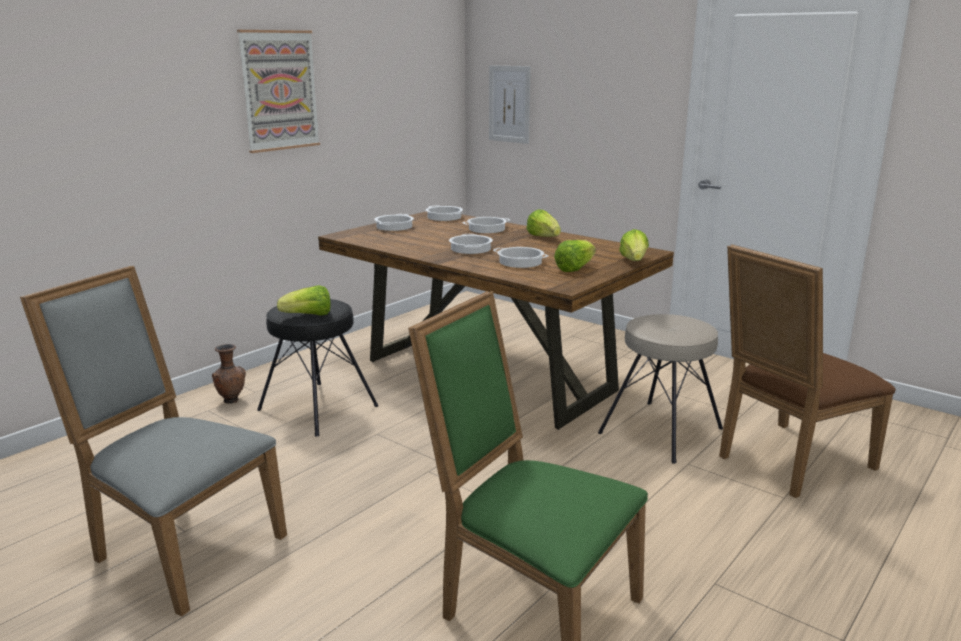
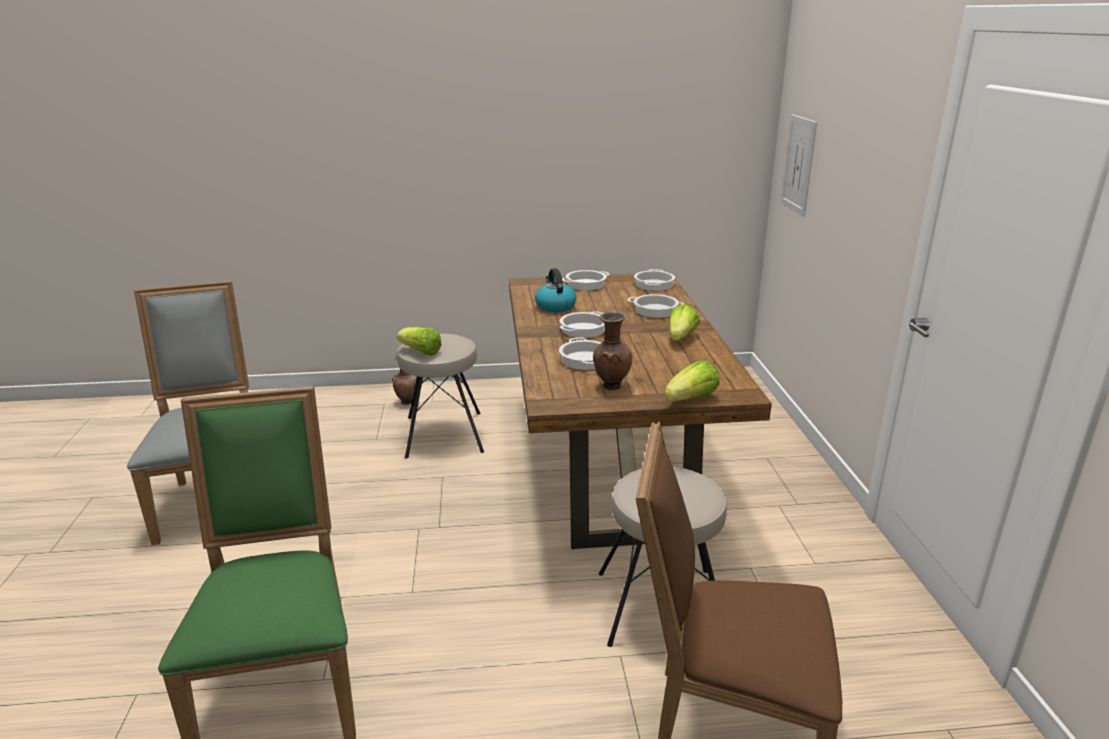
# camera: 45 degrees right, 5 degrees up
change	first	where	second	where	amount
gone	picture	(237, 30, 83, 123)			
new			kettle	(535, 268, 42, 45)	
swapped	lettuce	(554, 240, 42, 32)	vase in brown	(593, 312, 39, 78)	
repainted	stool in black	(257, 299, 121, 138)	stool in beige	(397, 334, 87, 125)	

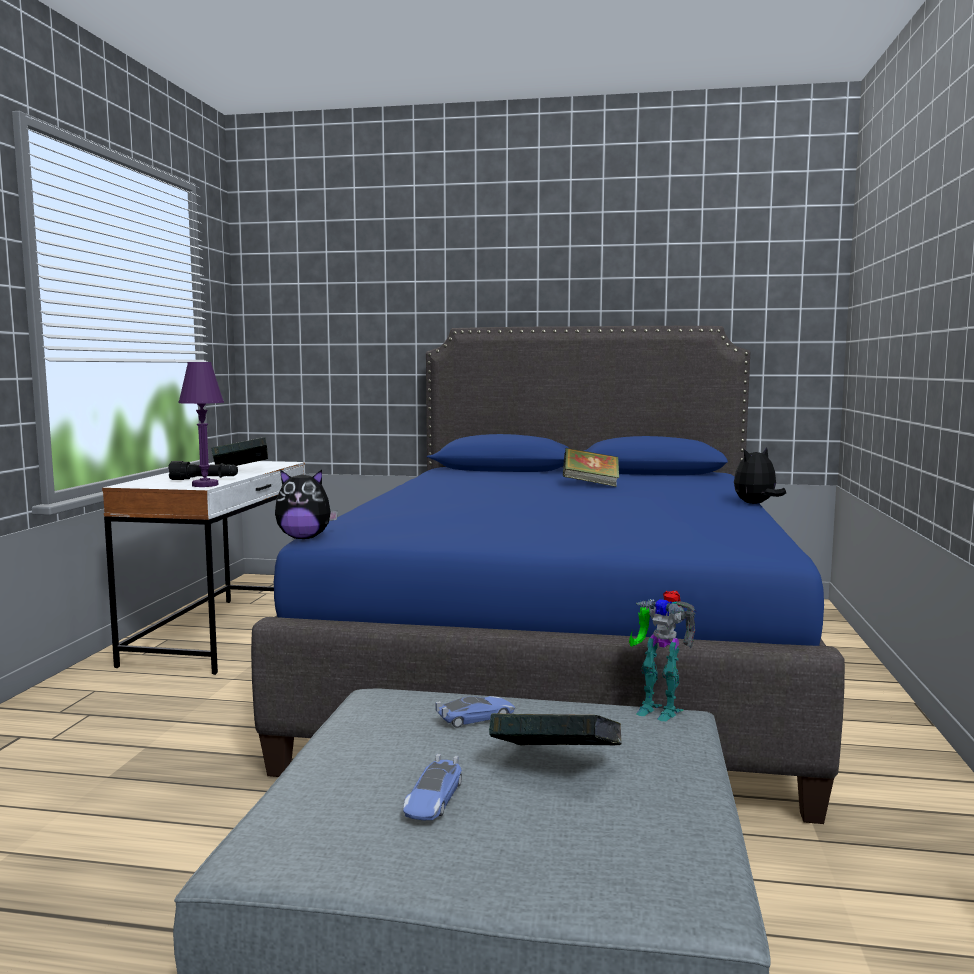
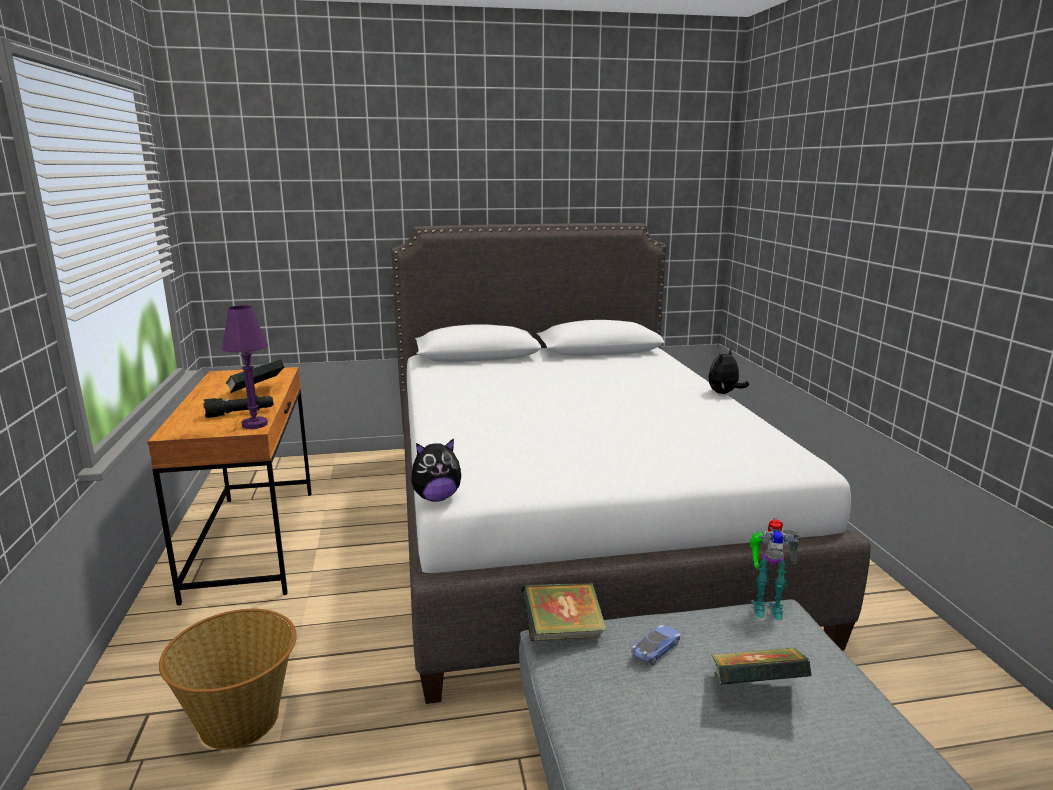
# camera: 20 degrees left, 10 degrees up
change	first	where	second	where	amount
gone	toy car	(403, 754, 59, 66)			
new			basket	(159, 609, 138, 141)	
shifted	book	(563, 448, 56, 39)		(521, 583, 86, 58)	
repainted	desk in white	(102, 461, 203, 214)	desk in brown	(147, 367, 165, 238)	
repainted	bed in blue	(251, 326, 594, 498)	bed in white	(391, 223, 480, 481)	

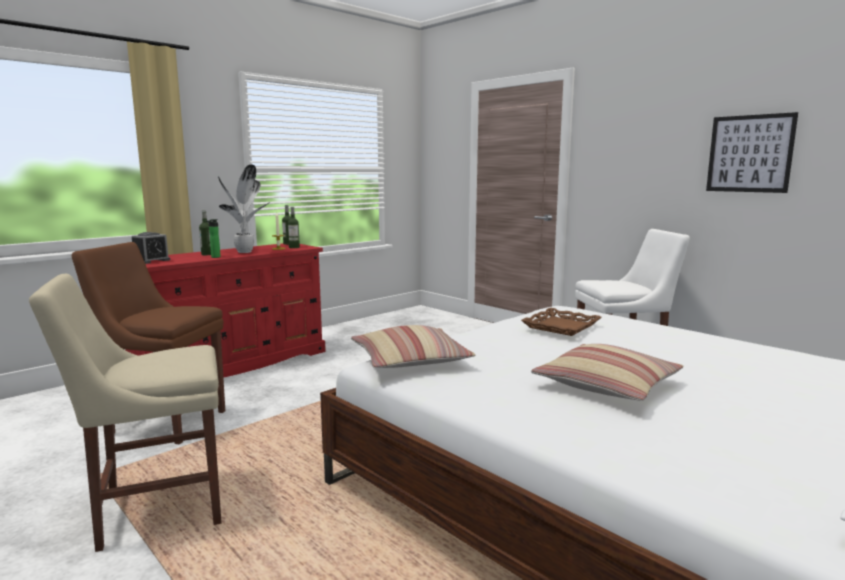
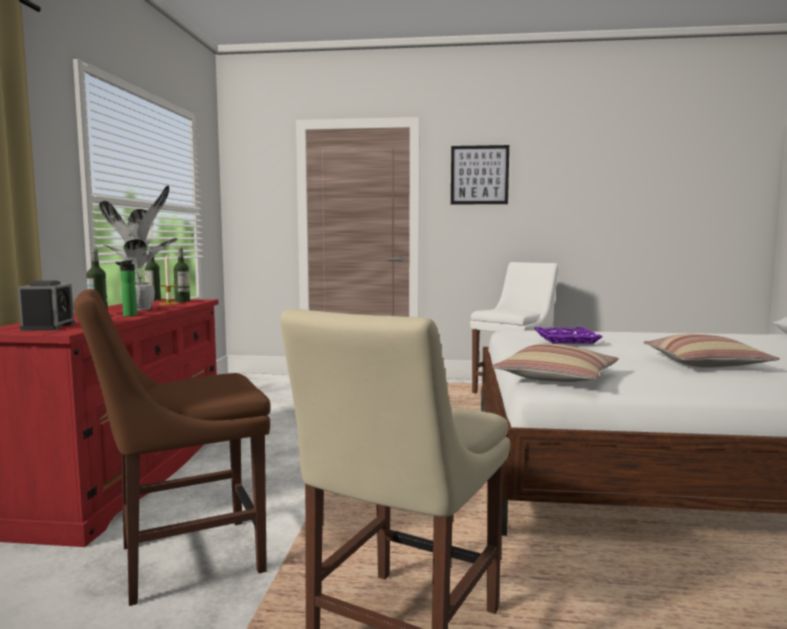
# camera: 40 degrees left, 5 degrees down
change	first	where	second	where	amount
shifted	picture	(706, 112, 92, 81)		(451, 145, 58, 60)	
repainted	tray in brown	(521, 308, 81, 28)	tray in purple	(534, 327, 69, 16)	

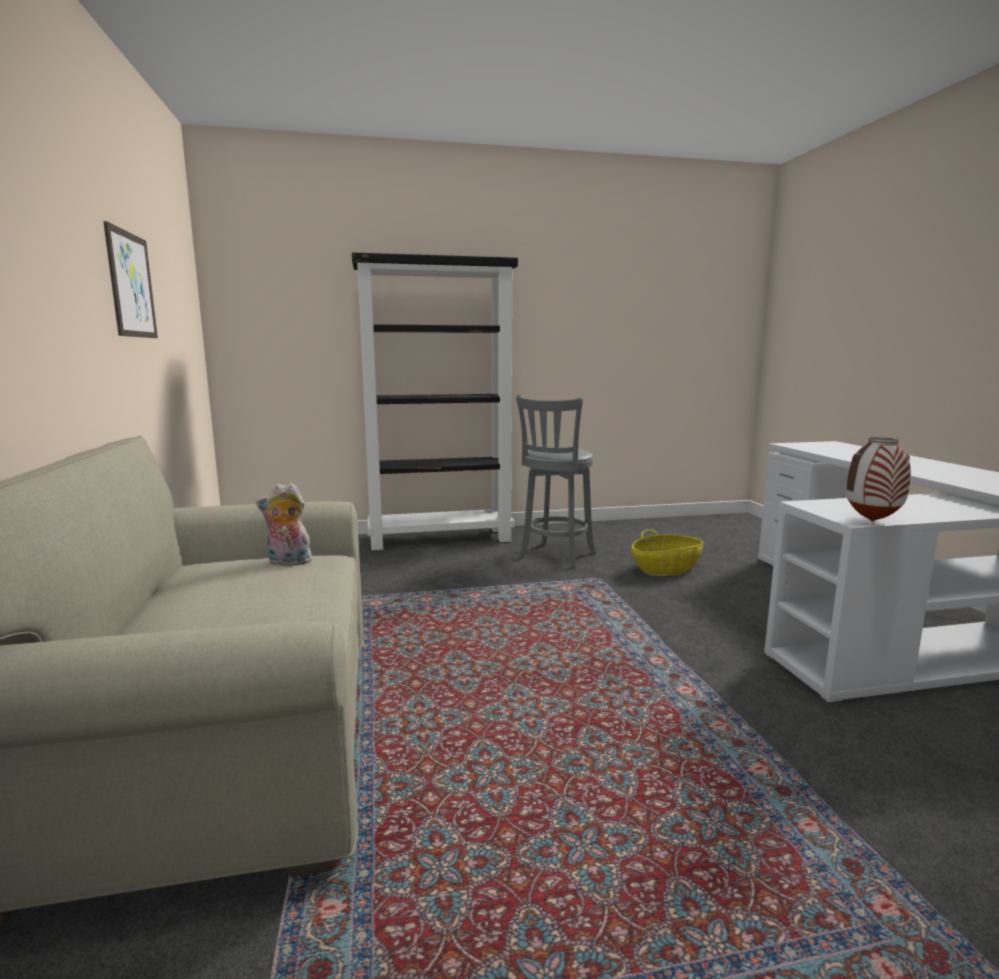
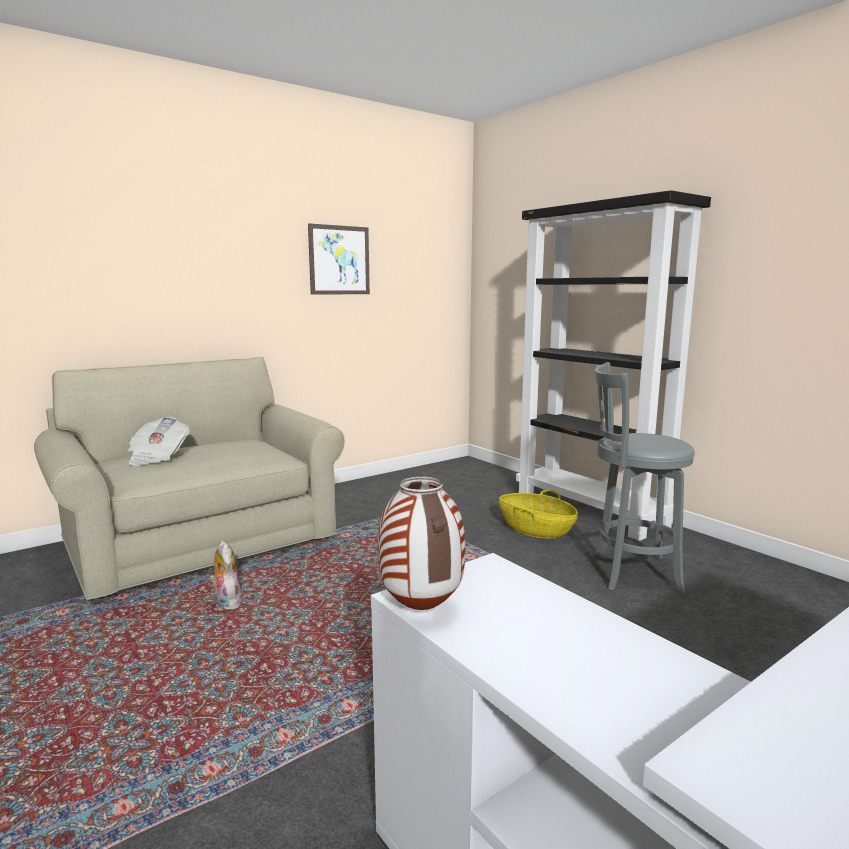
# camera: 65 degrees right, 0 degrees up
change	first	where	second	where	amount
new			newspaper	(127, 417, 63, 49)	
shifted	plush toy	(256, 483, 56, 82)		(209, 541, 33, 69)	
shifted	basket	(631, 530, 72, 46)		(499, 489, 79, 49)	

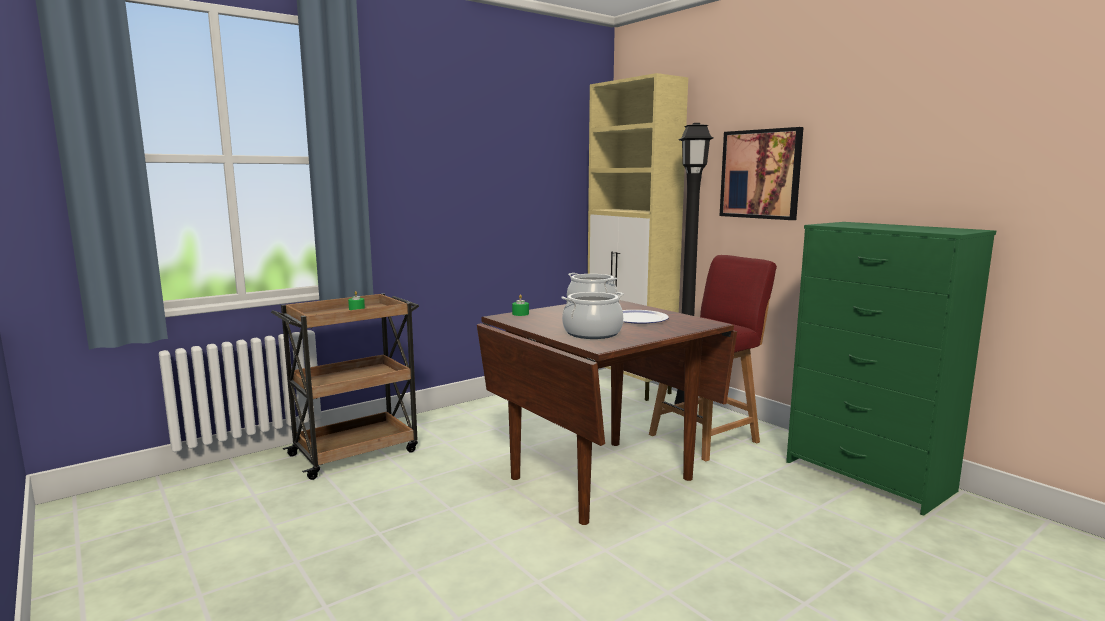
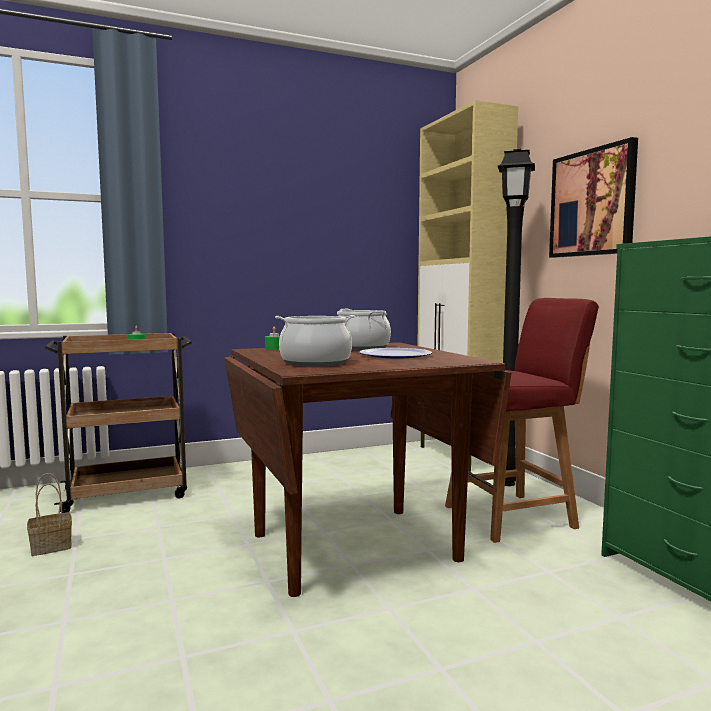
# camera: 15 degrees right, 5 degrees down
change	first	where	second	where	amount
new			basket	(27, 473, 45, 83)	

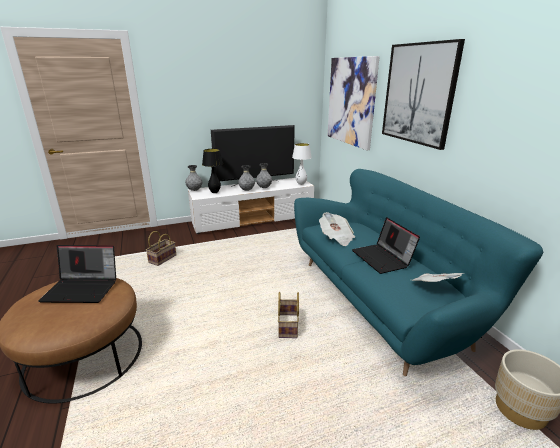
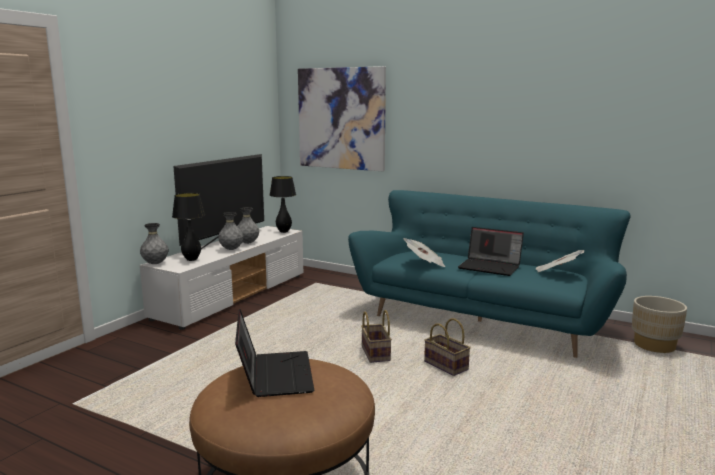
# camera: 40 degrees left, 10 degrees down
change	first	where	second	where	amount
gone	picture	(382, 39, 83, 111)			
shifted	basket	(146, 231, 30, 35)		(361, 310, 31, 53)	
repainted	table lamp in white	(292, 143, 20, 42)	table lamp in black	(270, 176, 26, 57)	
rotated	laptop	(38, 245, 78, 58)		(235, 309, 79, 88)	60 degrees counterclockwise

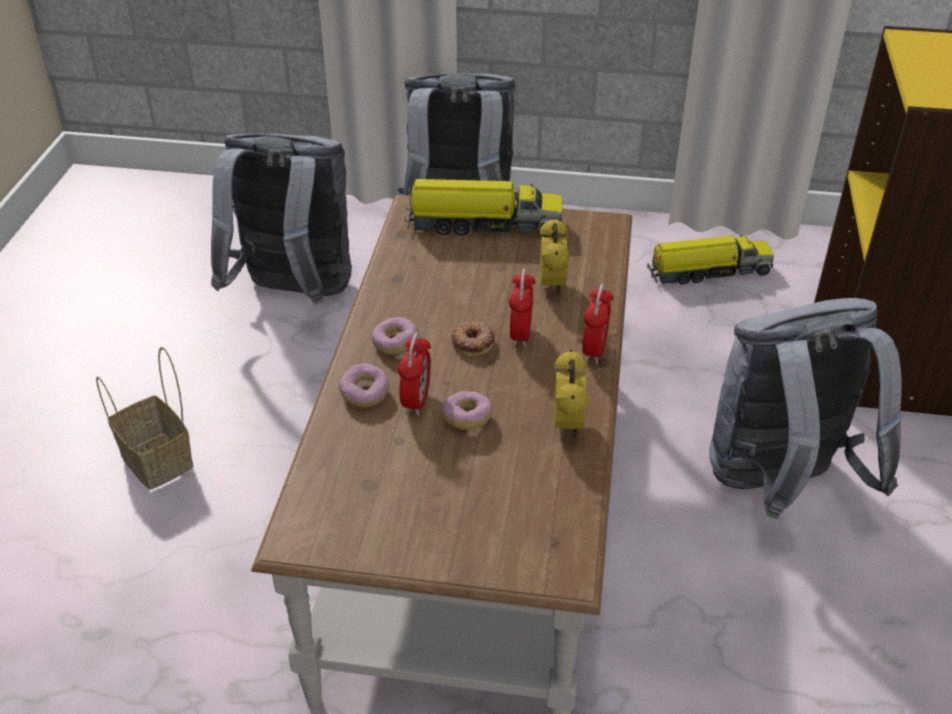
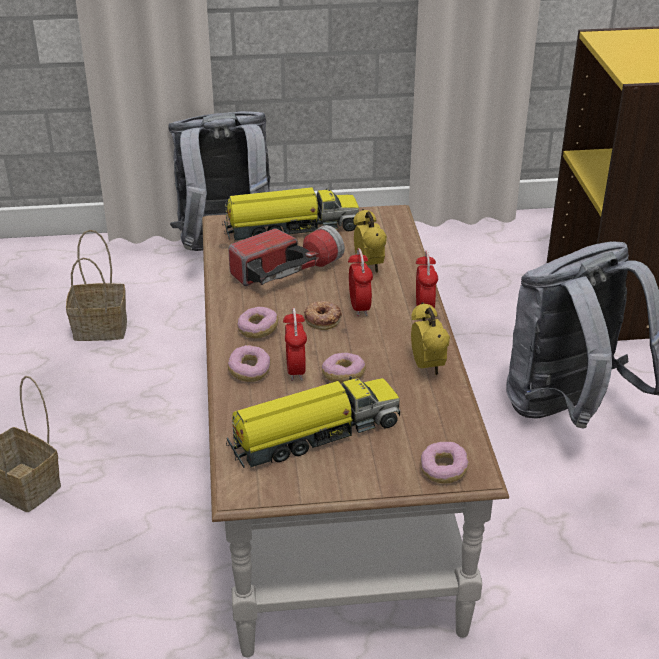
# camera: 15 degrees left, 5 degrees down
change	first	where	second	where	amount
new			flashlight	(228, 225, 117, 61)	
new			donut	(420, 442, 49, 42)	
shifted	toy truck	(647, 234, 127, 51)		(226, 375, 174, 93)	
swapped	backpack in grey	(211, 134, 141, 171)	basket	(66, 230, 61, 111)	

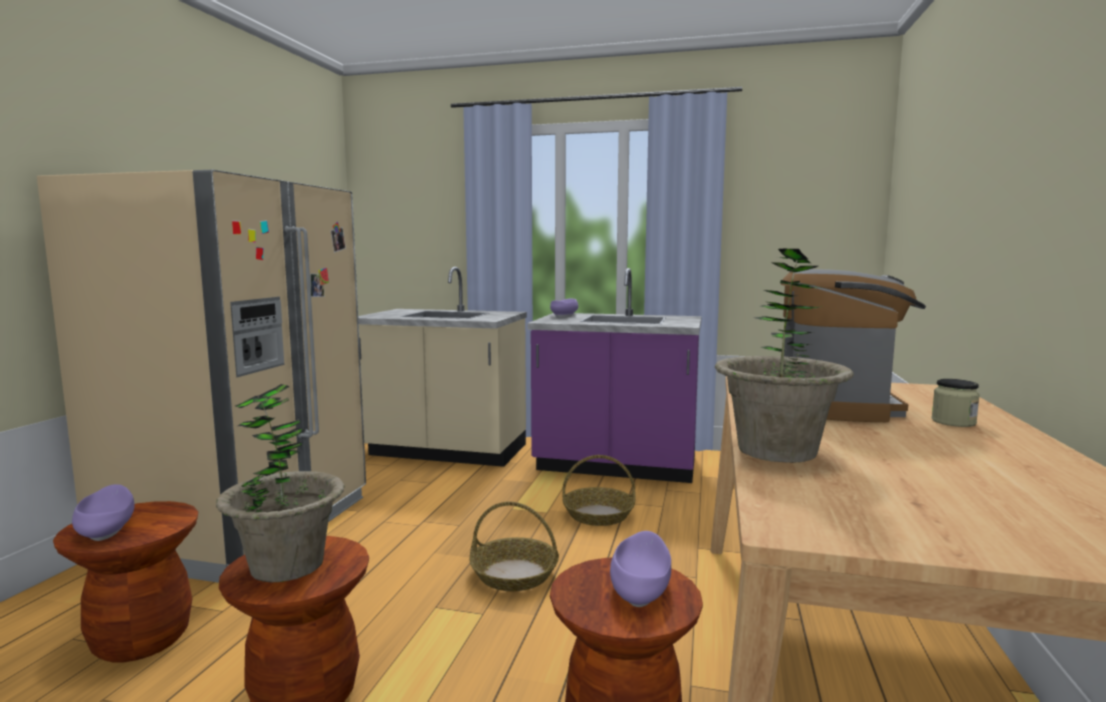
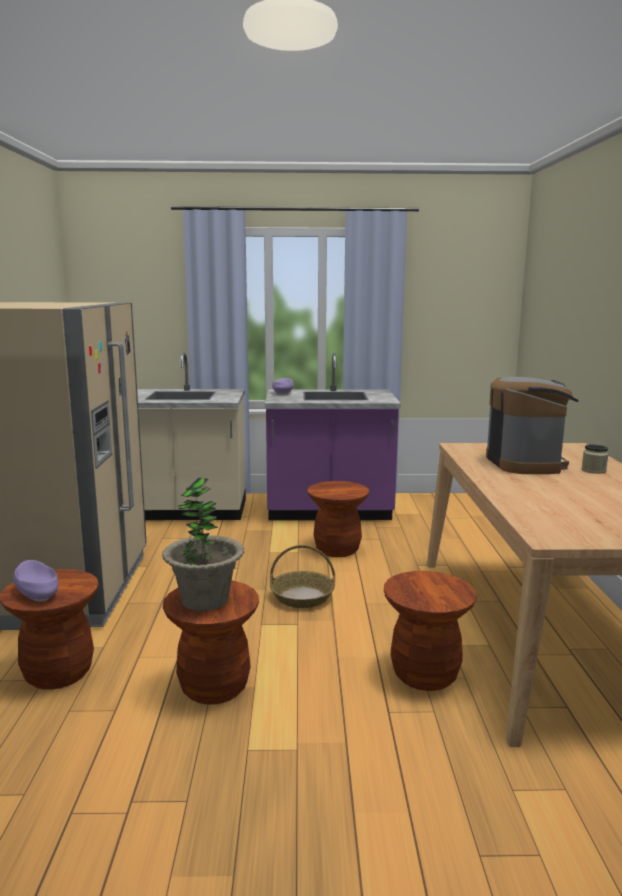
# camera: 15 degrees left, 5 degrees up
change	first	where	second	where	amount
gone	bowl in purple	(610, 531, 61, 76)			
gone	potted plant	(715, 249, 139, 214)			
swapped	basket	(562, 455, 74, 71)	stool in brown	(307, 481, 62, 76)	

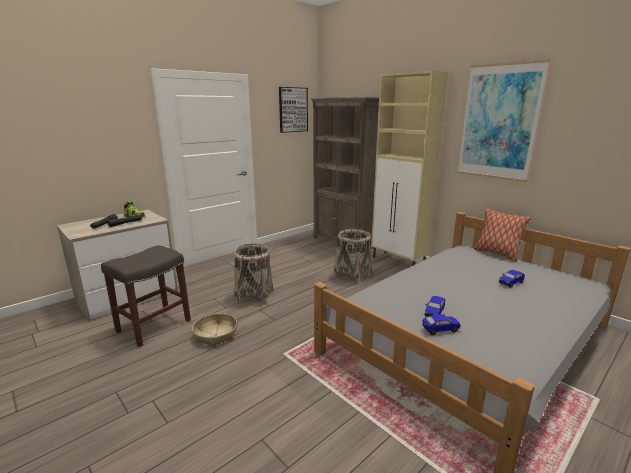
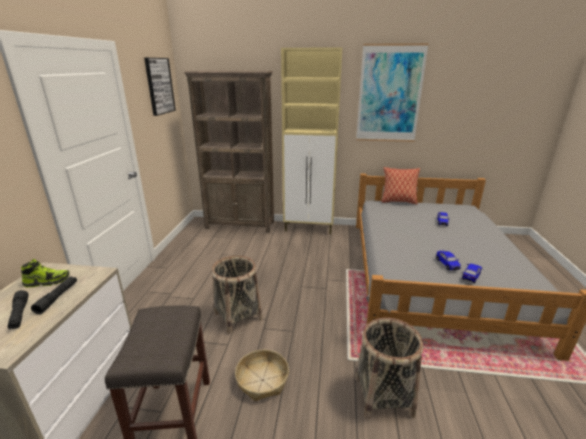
# camera: 40 degrees left, 5 degrees up
change	first	where	second	where	amount
shifted	basket	(334, 229, 38, 56)		(355, 318, 68, 102)	

